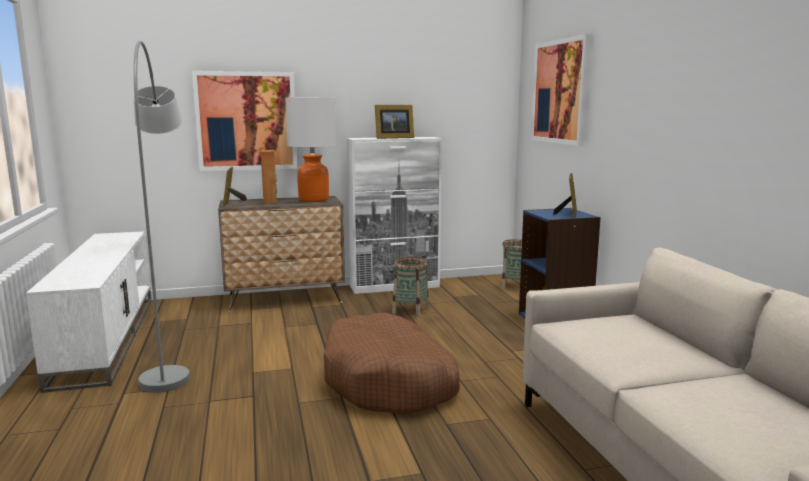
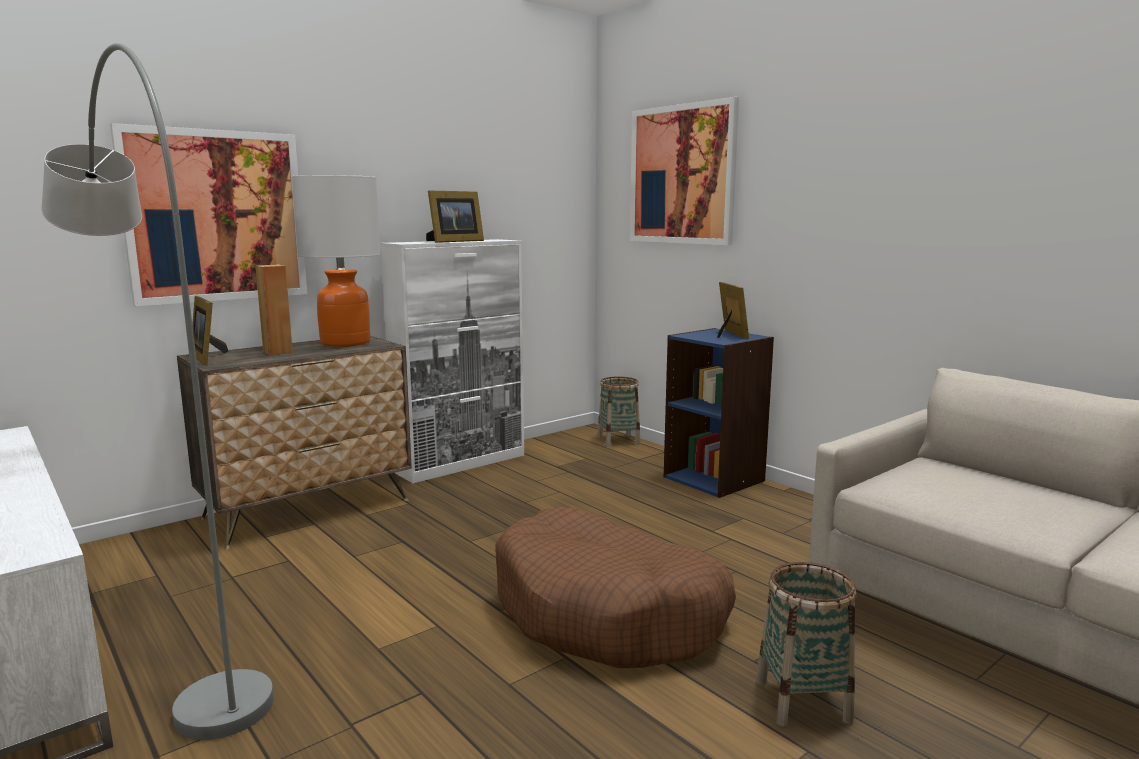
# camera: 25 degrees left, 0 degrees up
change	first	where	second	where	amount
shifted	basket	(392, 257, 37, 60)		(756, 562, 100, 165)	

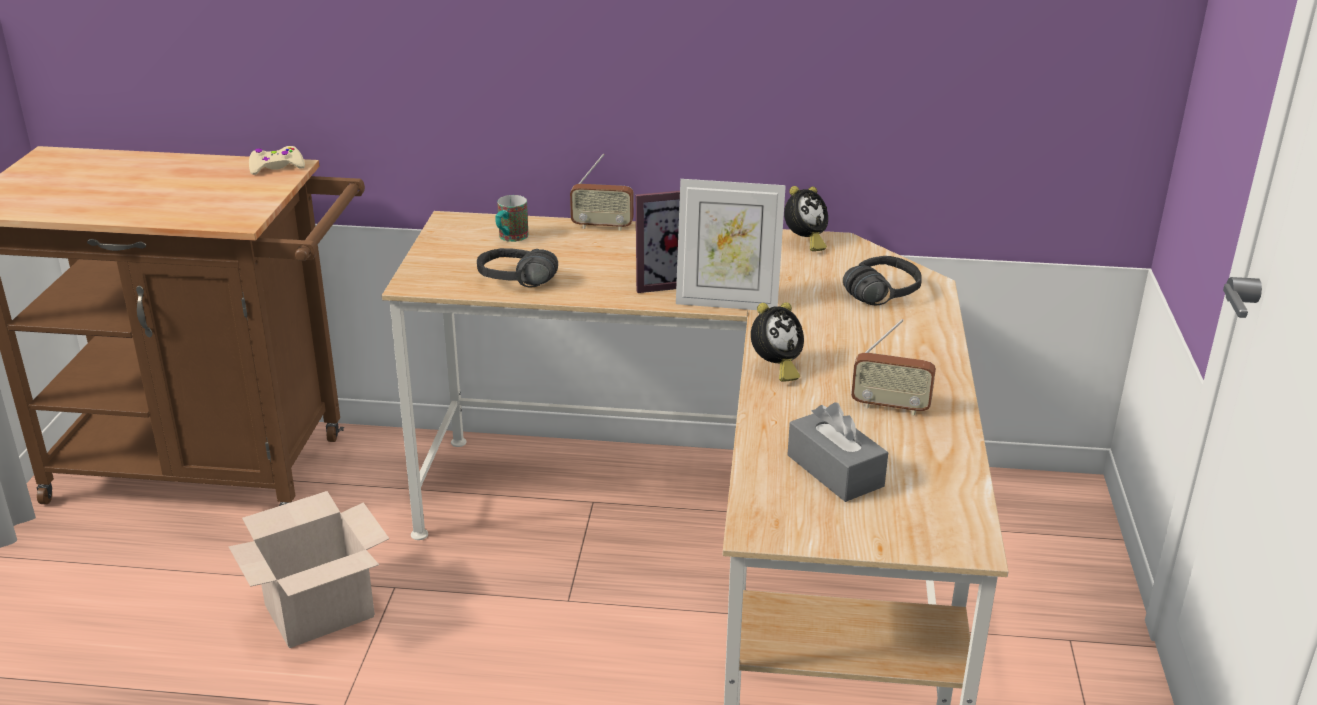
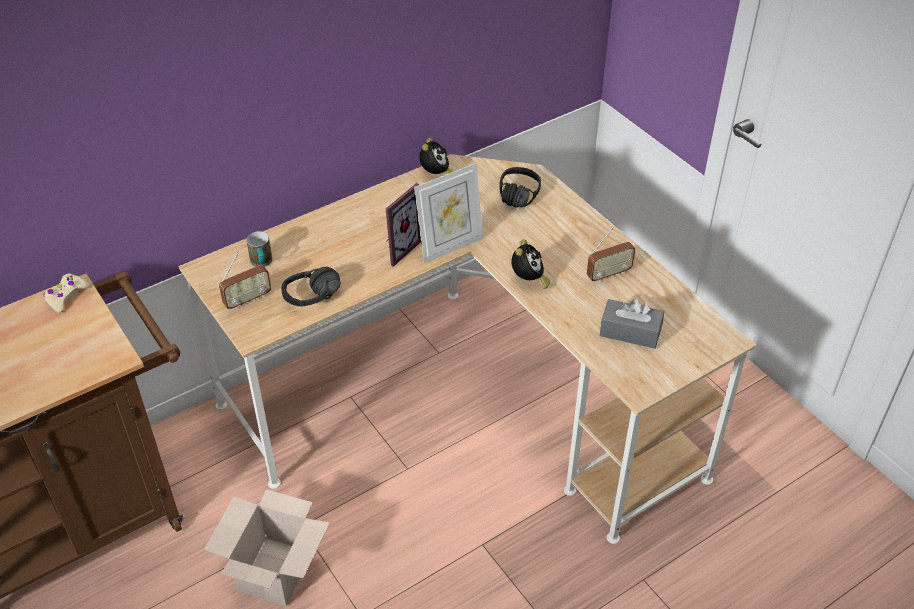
# camera: 40 degrees left, 15 degrees up
change	first	where	second	where	amount
shifted	radio	(570, 153, 64, 78)		(219, 252, 52, 57)	

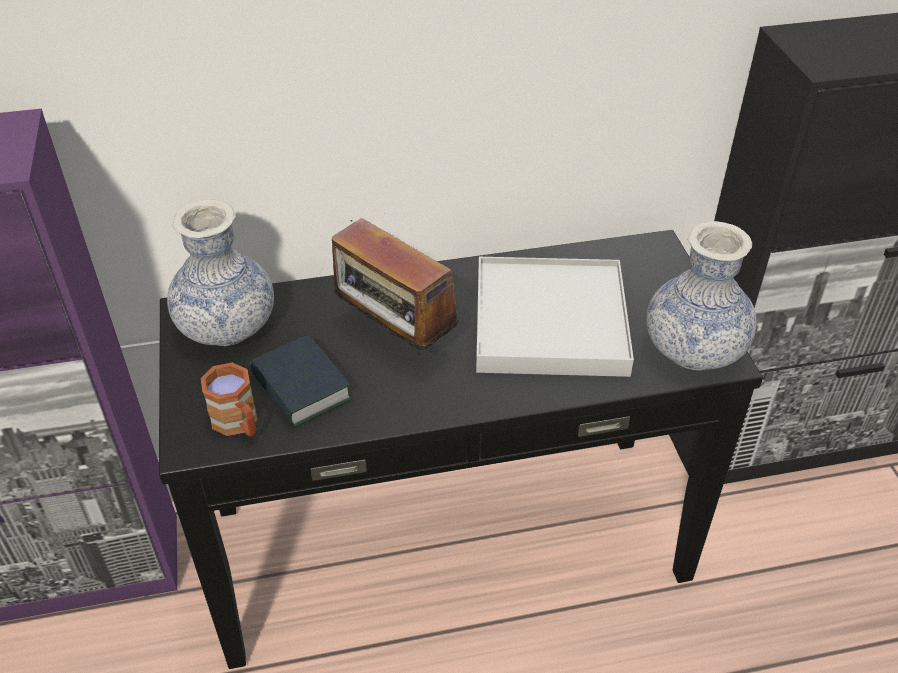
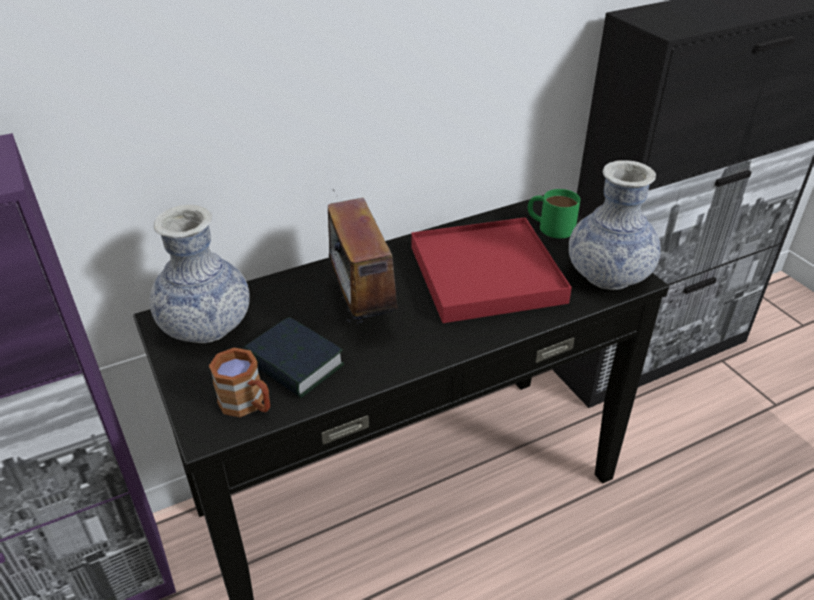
# camera: 15 degrees left, 5 degrees down
change	first	where	second	where	amount
new			mug in green	(528, 189, 52, 49)	
repainted	tray in white	(476, 257, 158, 120)	tray in red	(412, 217, 160, 106)	
rotated	radio	(332, 218, 127, 137)		(310, 189, 88, 136)	45 degrees clockwise

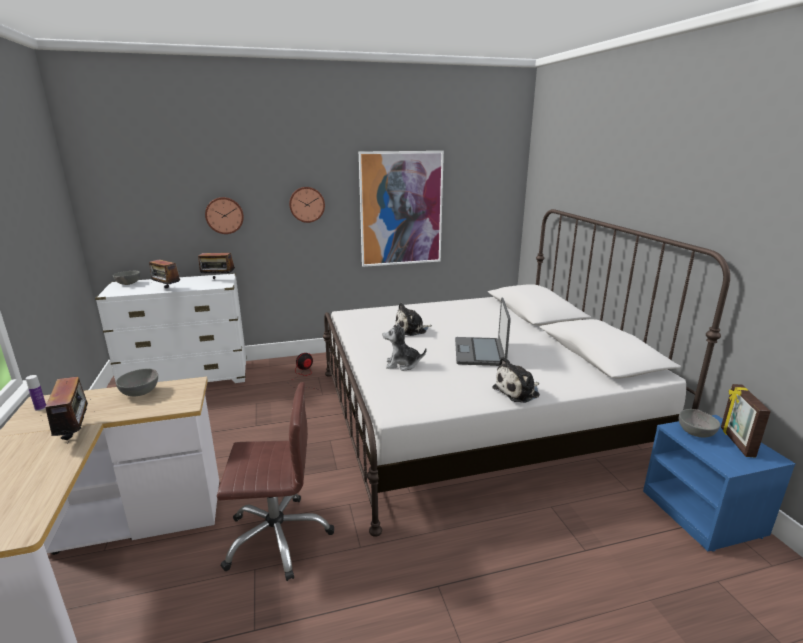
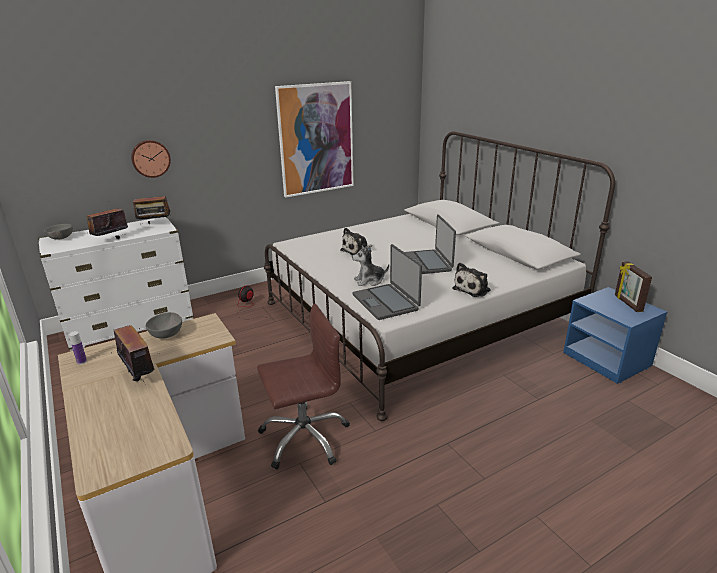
# camera: 15 degrees left, 5 degrees up
change	first	where	second	where	amount
gone	wall clock	(289, 187, 36, 36)			
gone	bowl in grey	(679, 409, 41, 29)			
new			laptop	(352, 244, 70, 76)	
rotated	radio	(149, 259, 31, 29)		(87, 209, 41, 30)	105 degrees clockwise

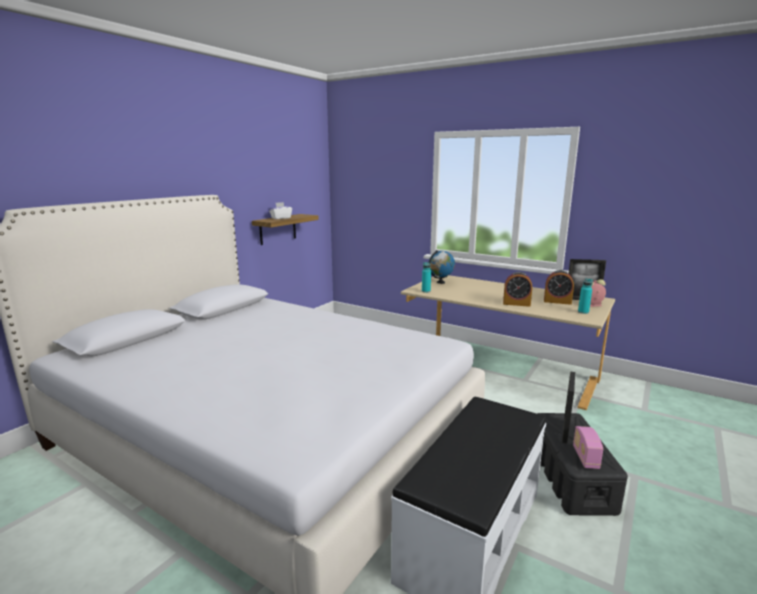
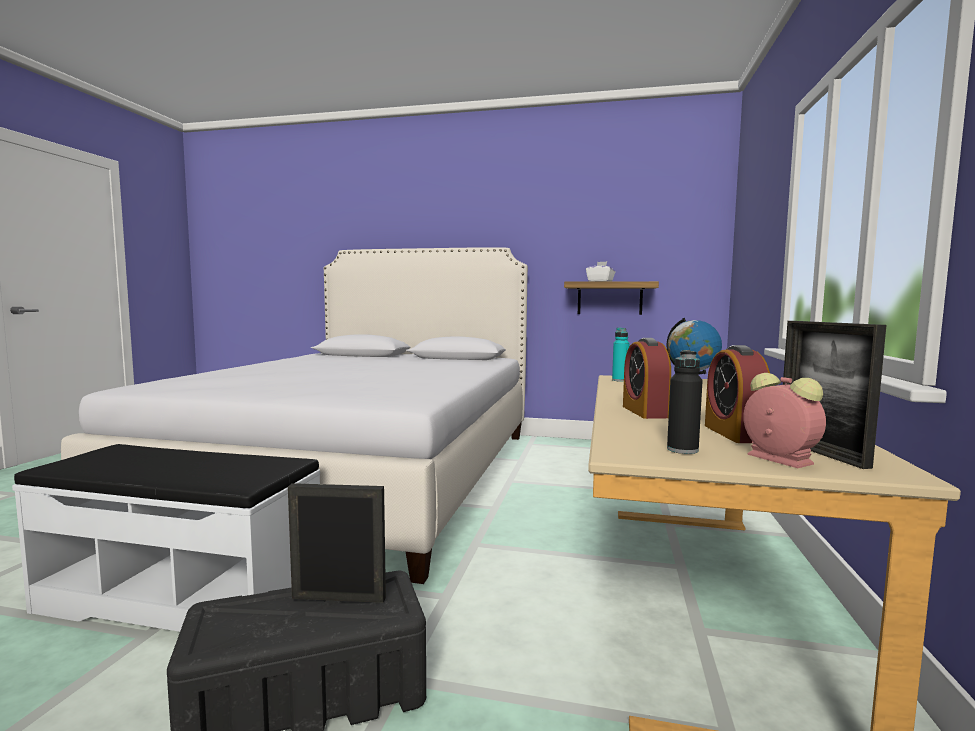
# camera: 70 degrees right, 10 degrees down
change	first	where	second	where	amount
gone	radio	(573, 426, 30, 43)			
repainted	bottle in turquoise	(578, 278, 15, 36)	bottle in black	(667, 350, 36, 104)	

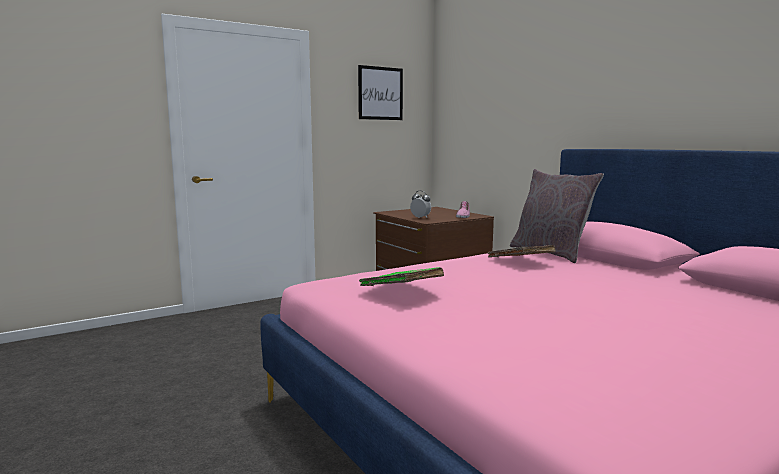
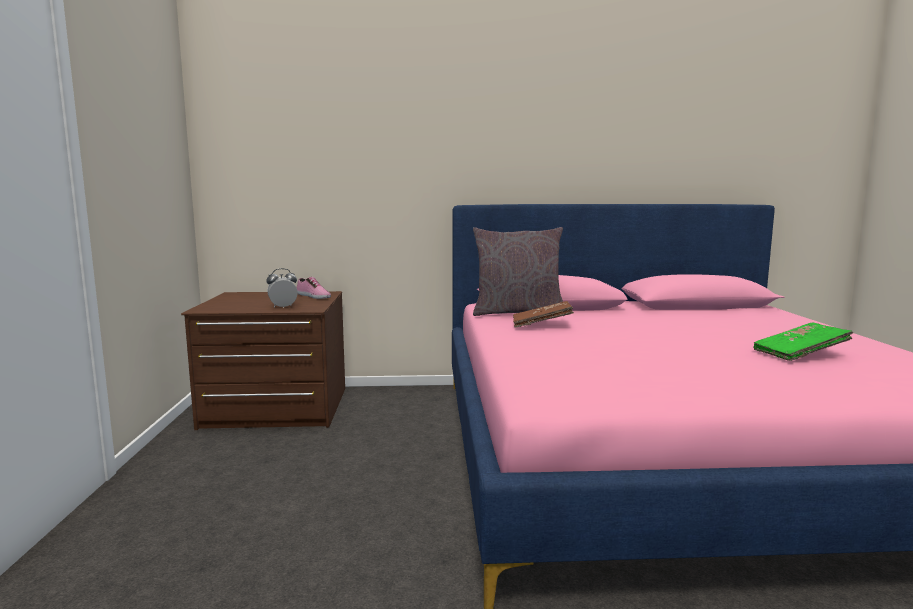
# camera: 60 degrees left, 0 degrees up
change	first	where	second	where	amount
gone	picture	(358, 65, 45, 55)			
shifted	book in green	(359, 267, 85, 19)		(753, 322, 100, 39)	

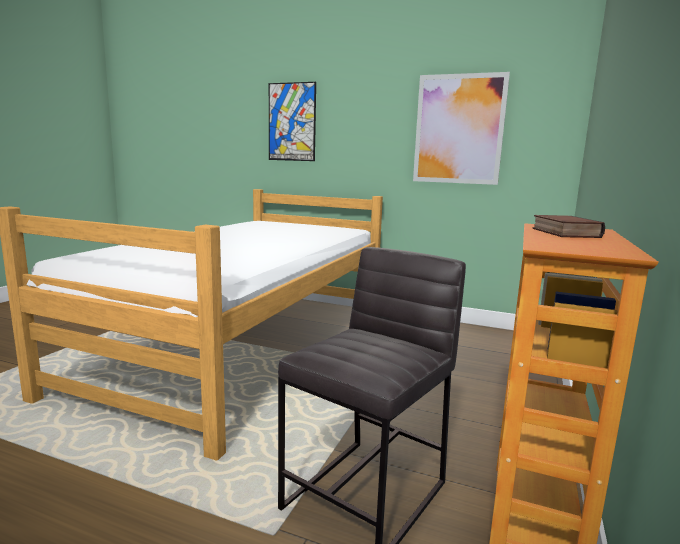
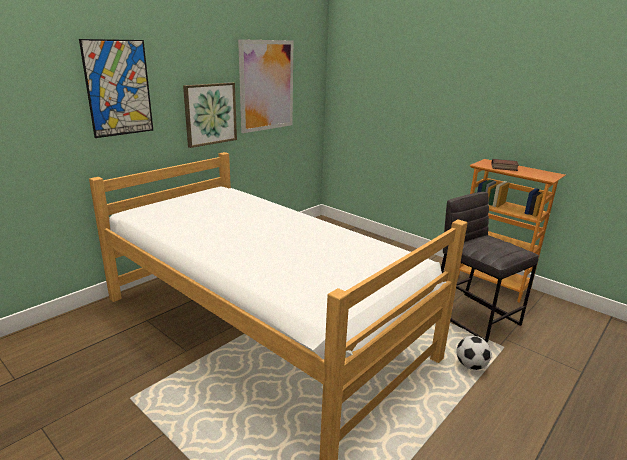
# camera: 70 degrees left, 10 degrees up
change	first	where	second	where	amount
new			picture	(183, 82, 54, 66)	
new			football	(456, 336, 36, 34)	

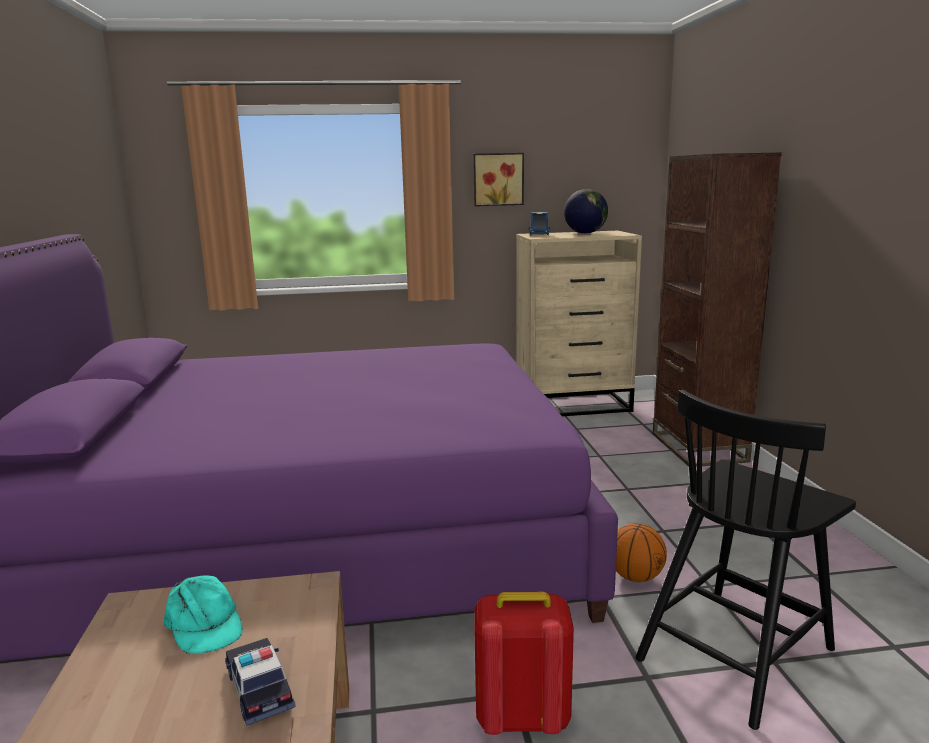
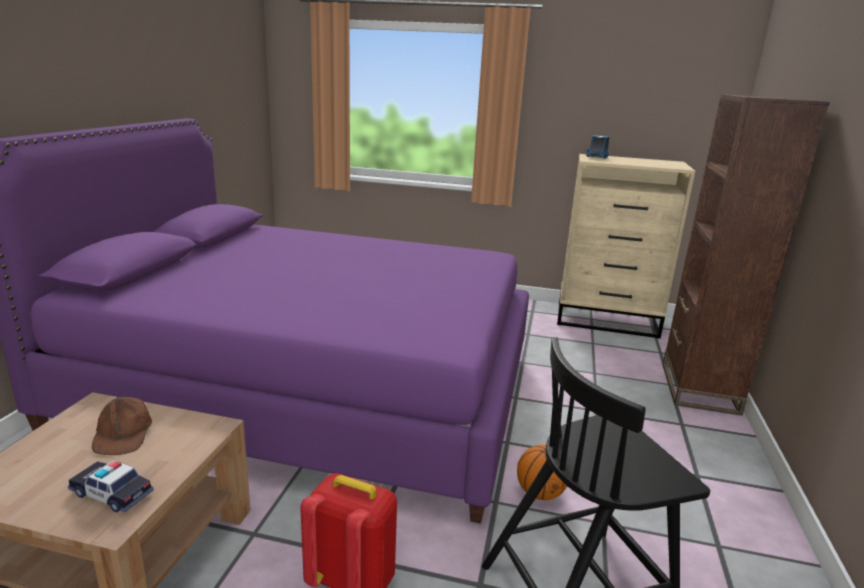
# camera: 20 degrees right, 5 degrees up
change	first	where	second	where	amount
gone	picture	(473, 153, 51, 53)			
gone	globe	(564, 189, 44, 45)			
repainted	cap in turquoise	(164, 575, 78, 79)	cap in brown	(92, 396, 60, 59)	
rotated	toy car	(225, 638, 71, 88)		(68, 460, 86, 52)	60 degrees counterclockwise

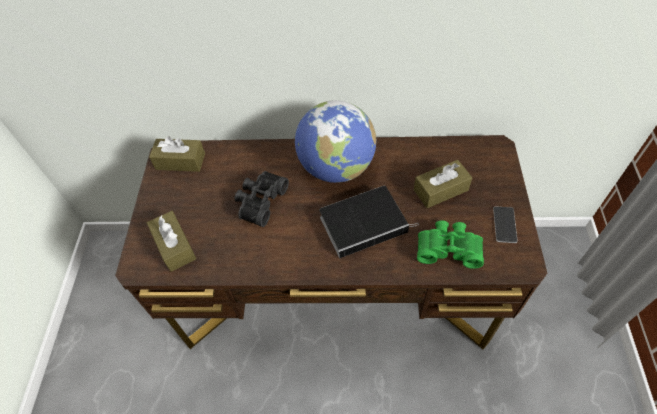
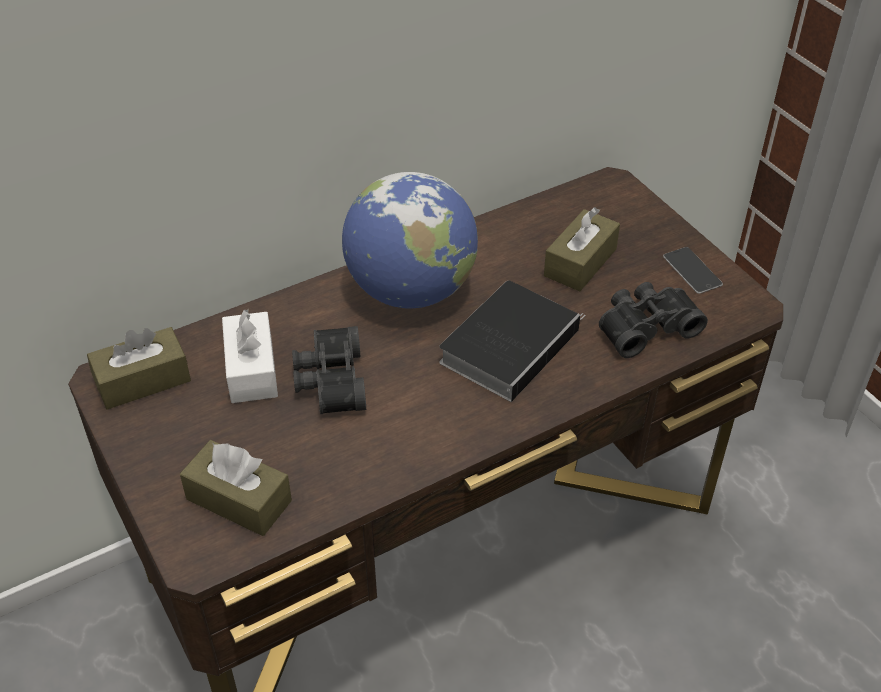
# camera: 35 degrees left, 10 degrees down
change	first	where	second	where	amount
new			tissue box in white	(222, 309, 56, 94)	
repainted	binoculars in green	(417, 220, 67, 49)	binoculars in black	(599, 282, 109, 76)	

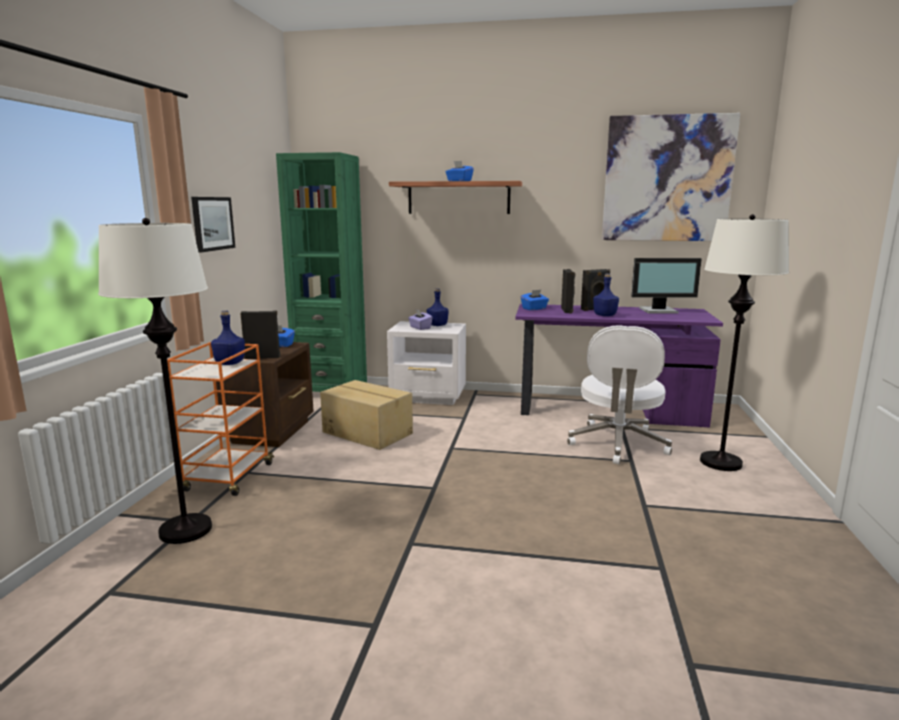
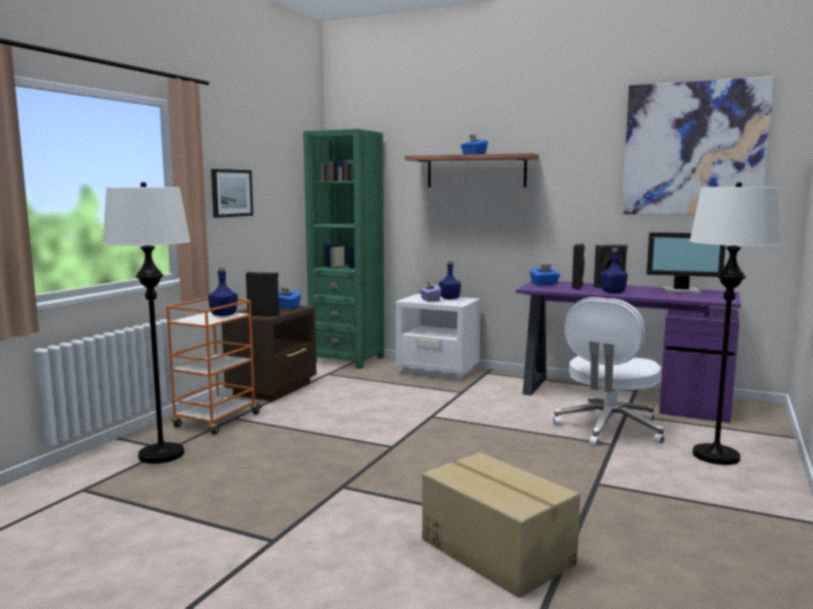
# camera: 15 degrees right, 5 degrees down
change	first	where	second	where	amount
shifted	cardboard box	(320, 380, 93, 70)		(422, 452, 158, 146)	

